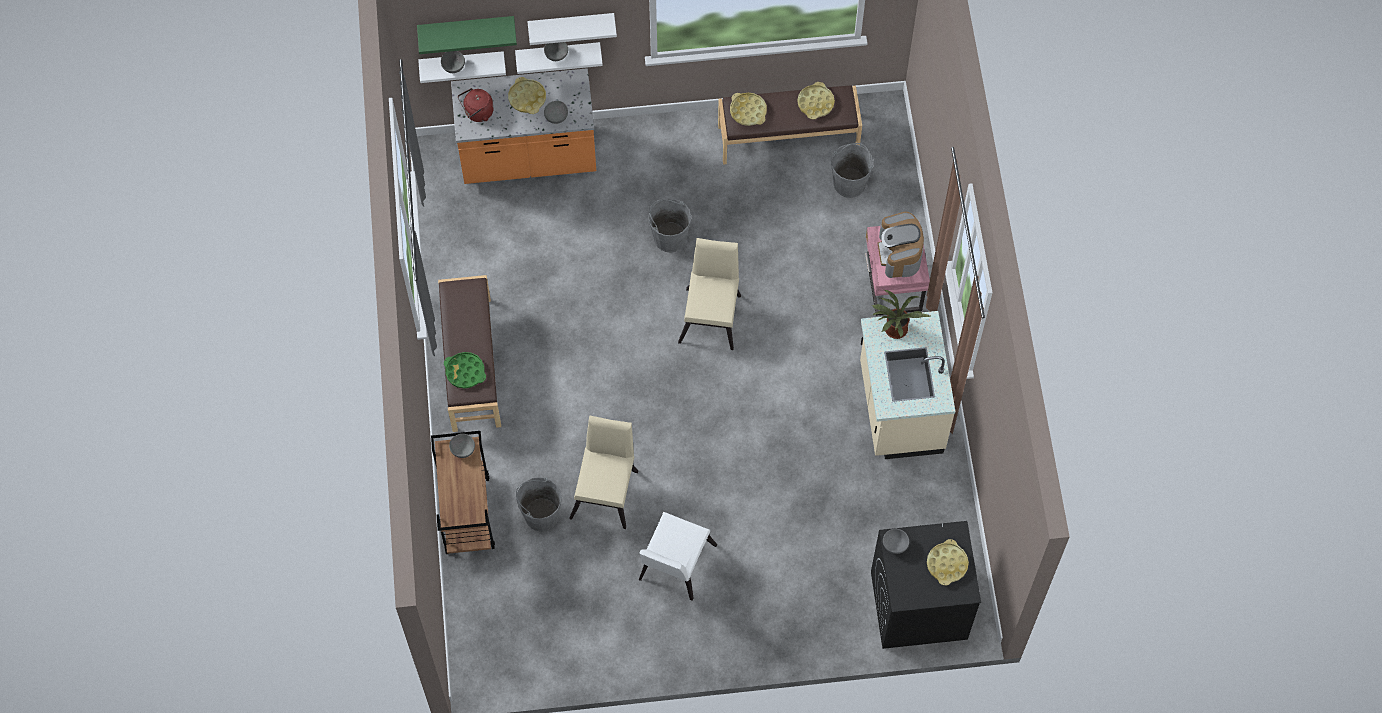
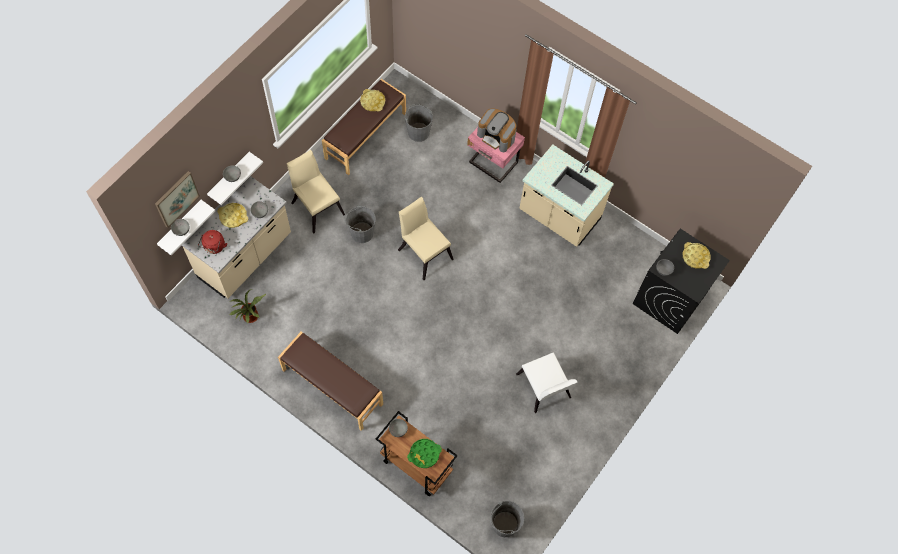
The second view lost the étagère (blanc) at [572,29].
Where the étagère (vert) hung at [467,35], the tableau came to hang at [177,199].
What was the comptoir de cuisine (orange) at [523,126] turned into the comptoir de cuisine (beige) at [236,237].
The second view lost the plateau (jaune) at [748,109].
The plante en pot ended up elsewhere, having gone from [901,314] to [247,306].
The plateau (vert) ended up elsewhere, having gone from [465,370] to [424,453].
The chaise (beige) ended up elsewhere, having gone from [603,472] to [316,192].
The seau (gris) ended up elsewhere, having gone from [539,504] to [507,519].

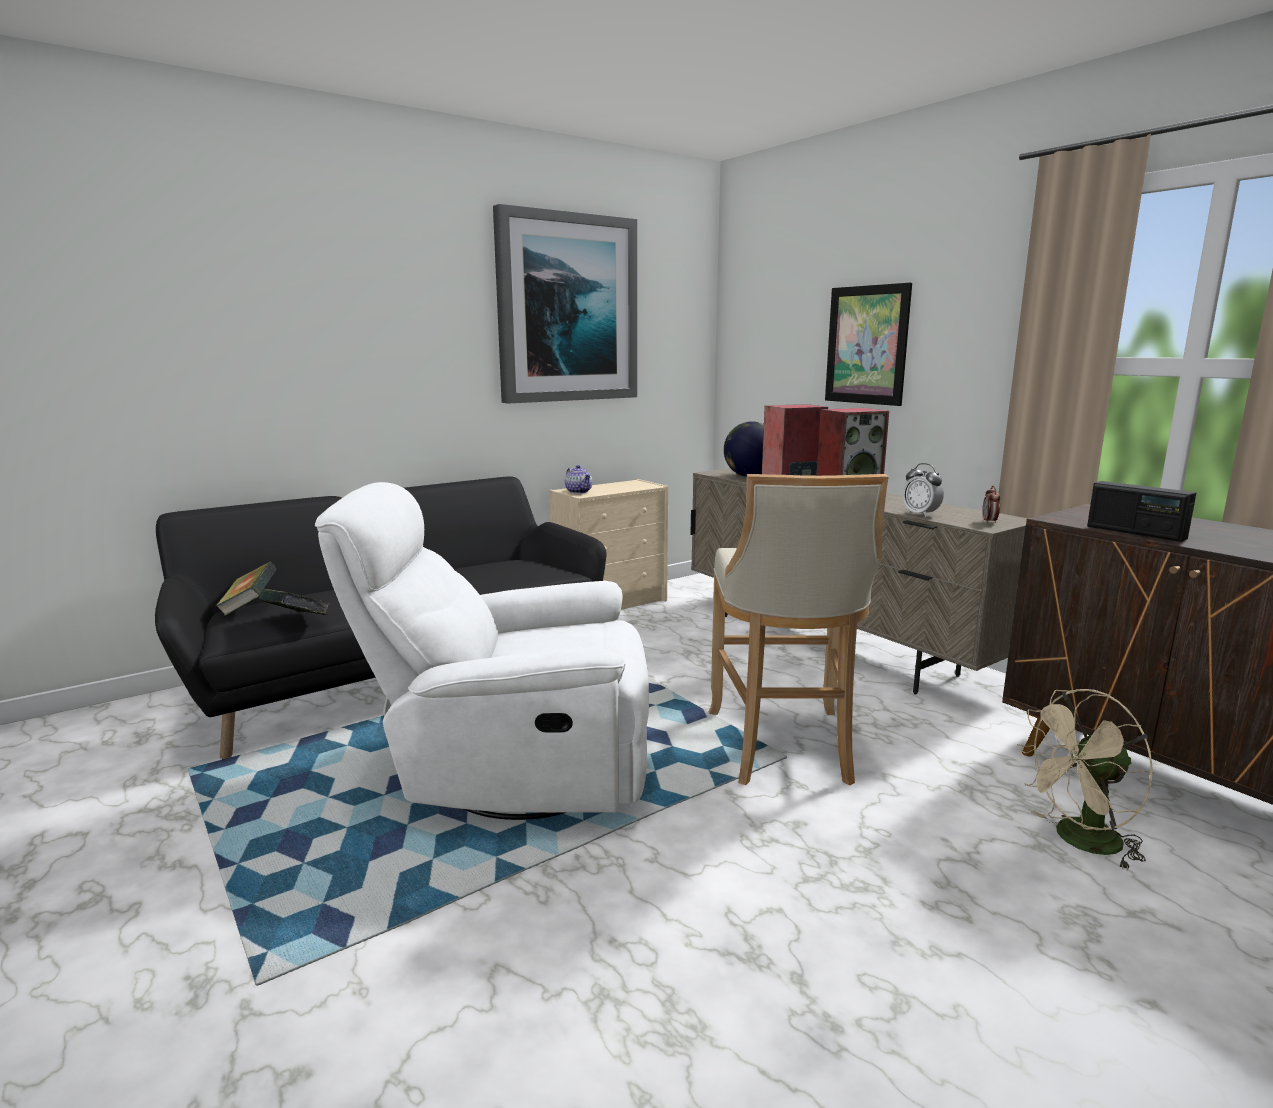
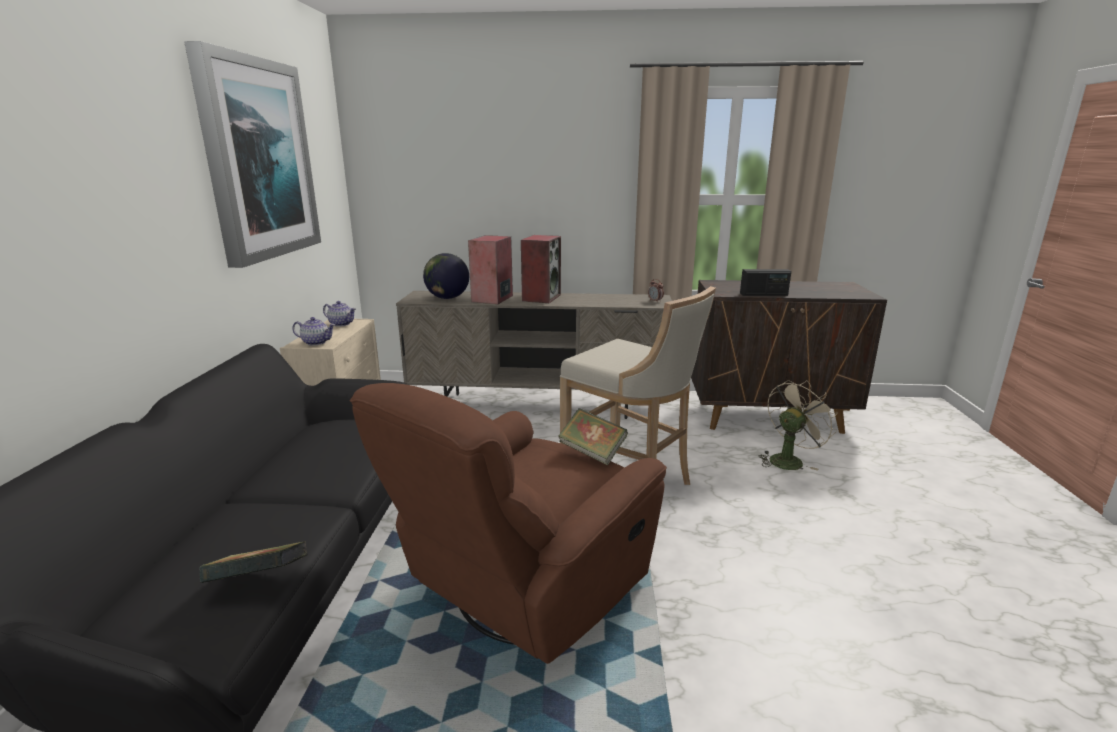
The second view lost the tableau at [868,344].
The second view lost the réveil at [923,490].
What was the fauteuil (blanc) at [482,651] turned into the fauteuil (marron) at [508,523].
The livre ended up elsewhere, having gone from [246,589] to [593,436].
The ventilateur (beige) at [1085,780] ended up facing another way, 150 degrees counterclockwise from before.
The second view gained the théière at [339,313].

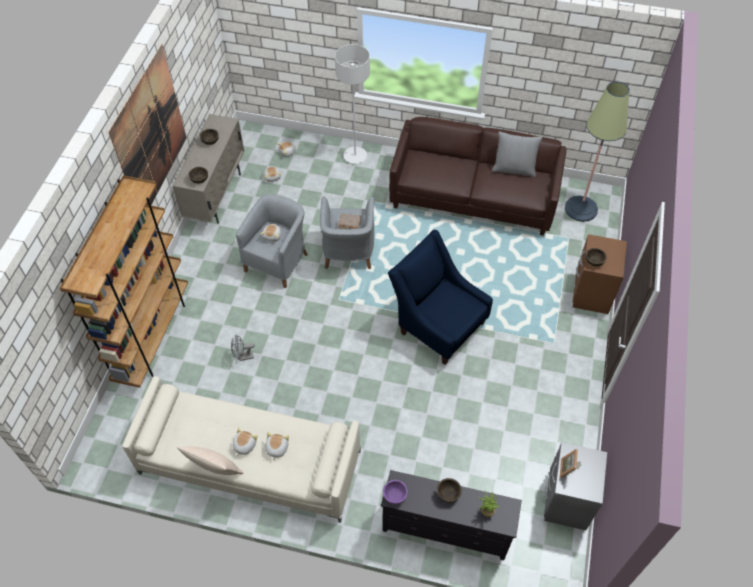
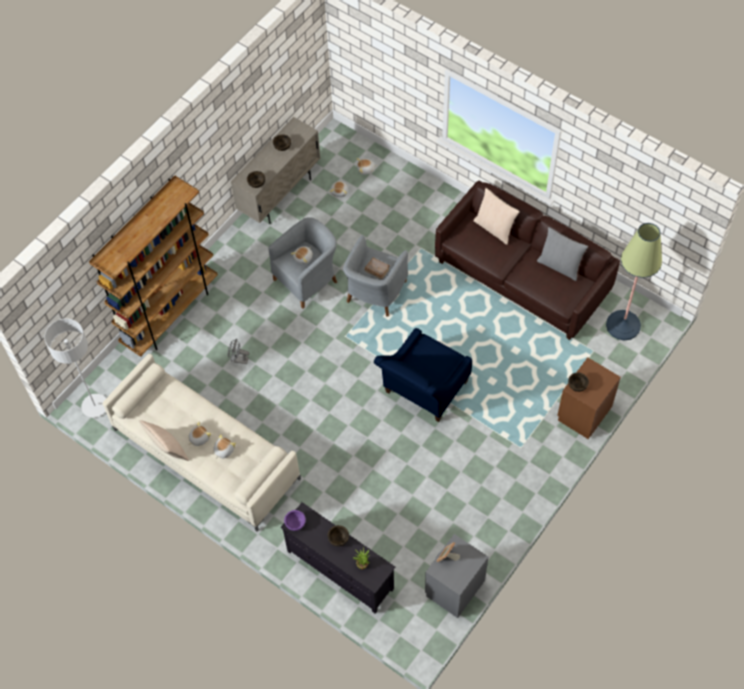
The second view lost the tableau at [147,124].
The lampadaire (gris) ended up elsewhere, having gone from [352,104] to [75,368].
The fauteuil (bleu) at [440,297] ended up facing another way, 120 degrees counterclockwise from before.
The second view gained the coussin (beige) at [497,216].

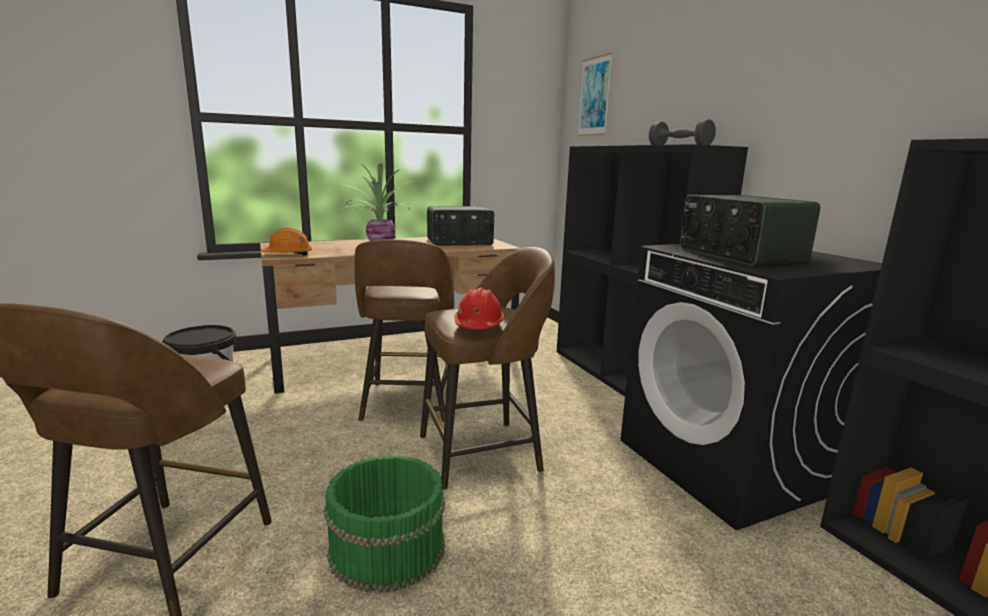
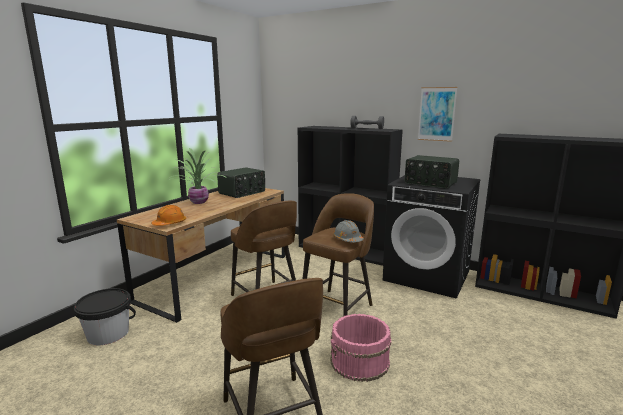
The tableau ended up elsewhere, having gone from [595,94] to [437,114].
What was the casque de chantier (rouge) at [479,308] turned into the casque de chantier (gris) at [348,231].
What was the seau (vert) at [384,524] turned into the seau (rose) at [360,348].

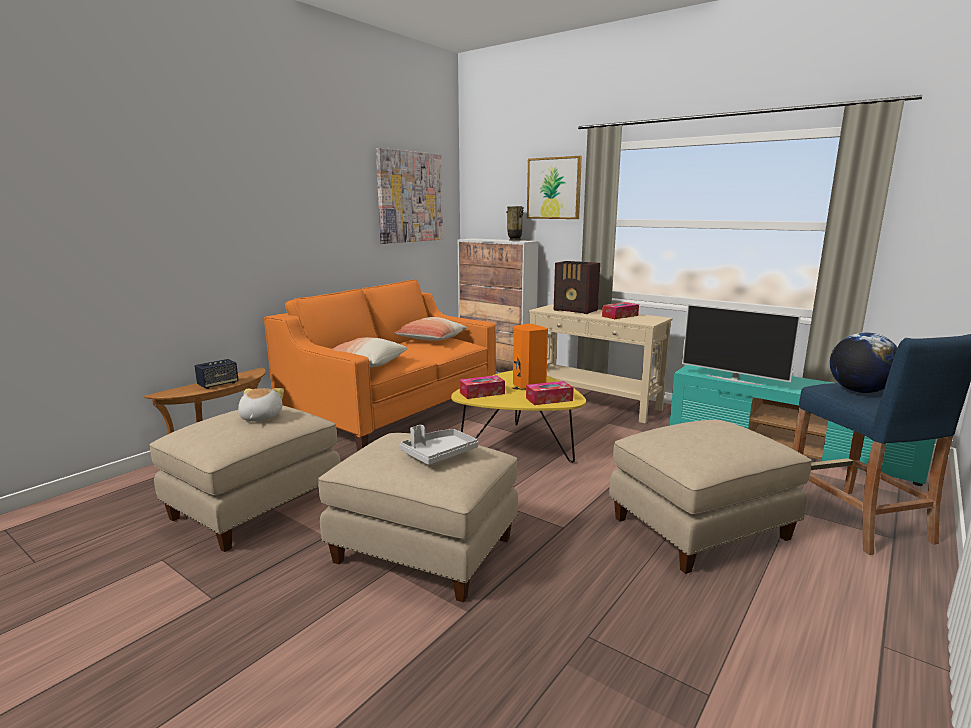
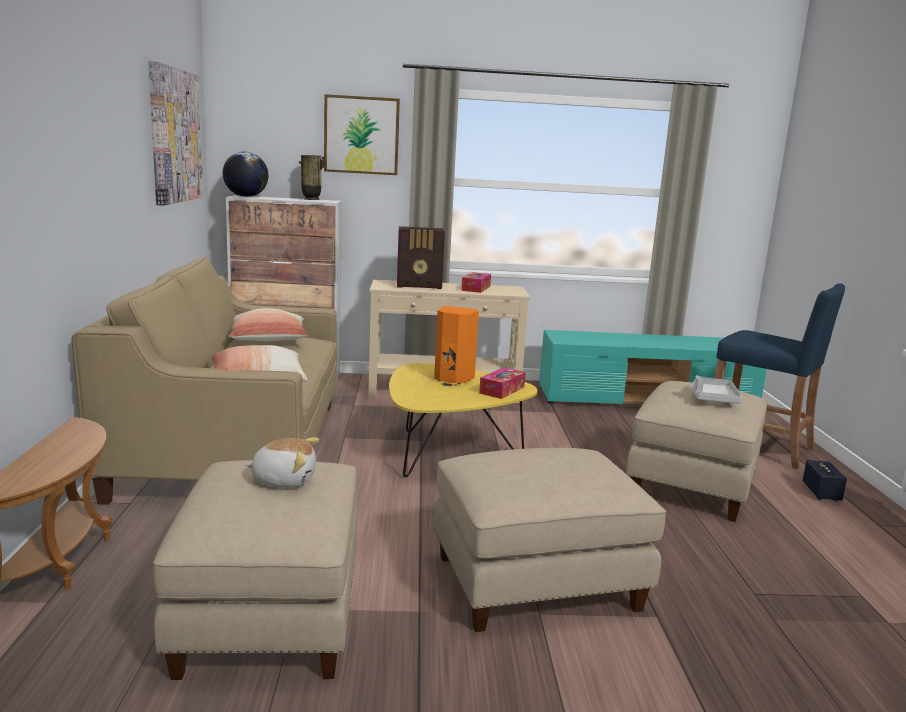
What was the canapé (orange) at [380,365] turned into the canapé (beige) at [204,381].
The second view lost the téléviseur at [741,344].
The globe ended up elsewhere, having gone from [864,362] to [245,174].
The enceinte ended up elsewhere, having gone from [216,374] to [824,480].
The second view lost the boîte à mouchoirs at [482,387].
The peluche at [261,404] ended up facing another way, 135 degrees clockwise from before.
The plateau (gris) ended up elsewhere, having gone from [439,445] to [717,389].

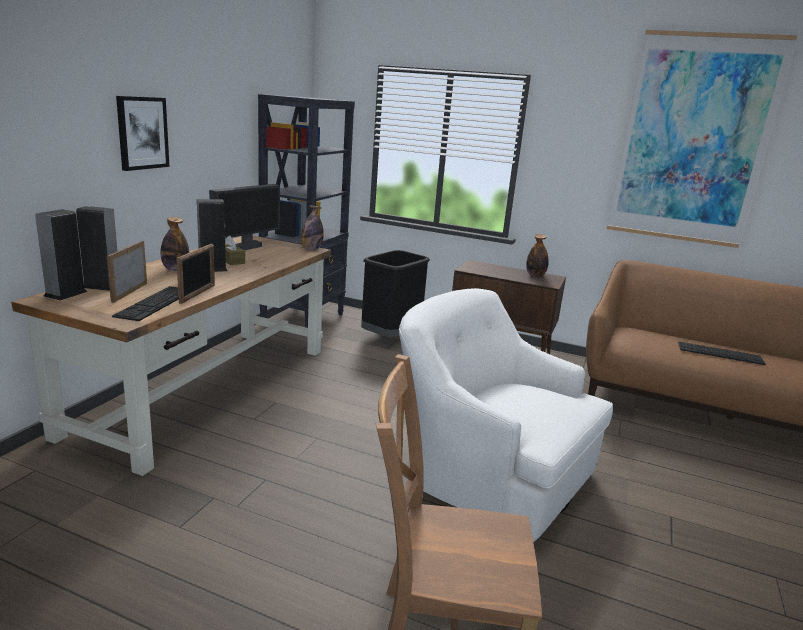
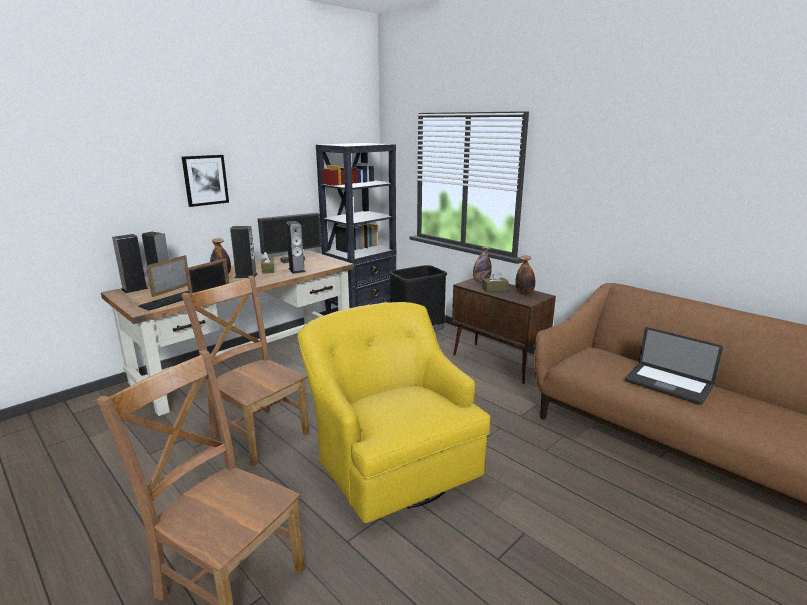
The second view lost the tableau at [702,139].
The bouteille ended up elsewhere, having gone from [312,227] to [482,264].
What was the fauteuil (blanc) at [506,415] turned into the fauteuil (jaune) at [393,412].
Where the clavier stood at [722,353], the ordinateur portable came to stand at [674,366].
The second view gained the enceinte at [295,247].
The second view gained the boîte à mouchoirs (marron) at [495,281].
The second view gained the chaise (marron) at [245,371].

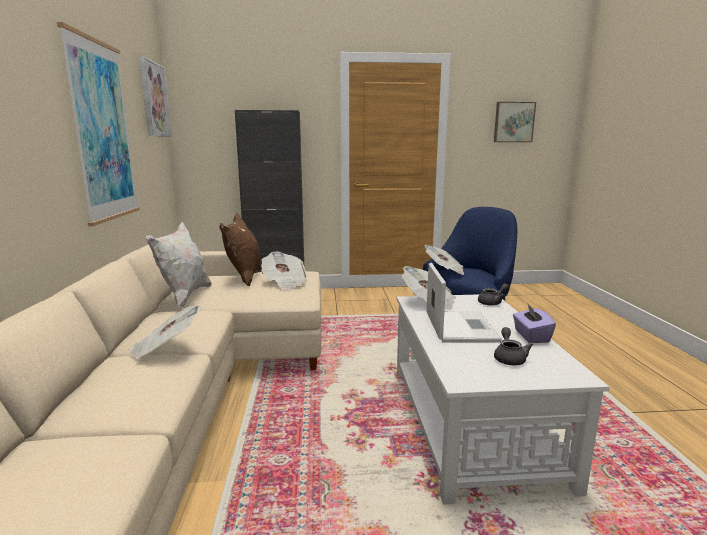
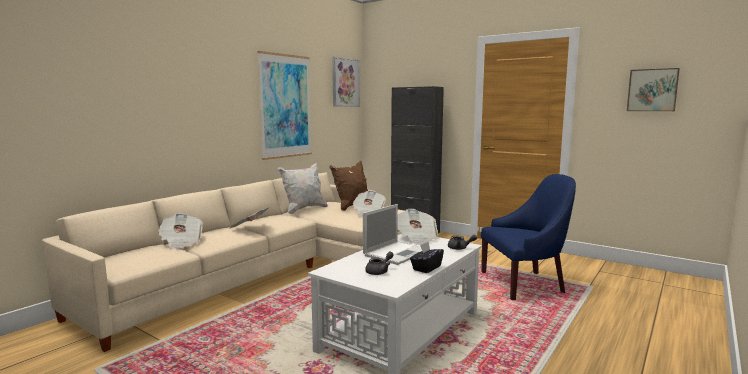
The journal ended up elsewhere, having gone from [444,260] to [180,231].
What was the boîte à mouchoirs (violet) at [534,323] turned into the boîte à mouchoirs (noir) at [427,257].

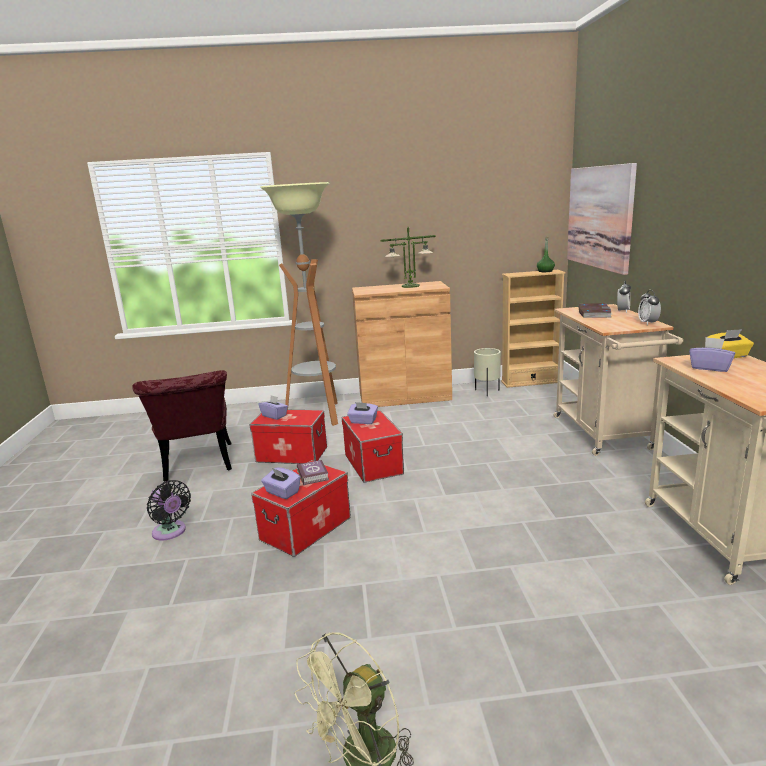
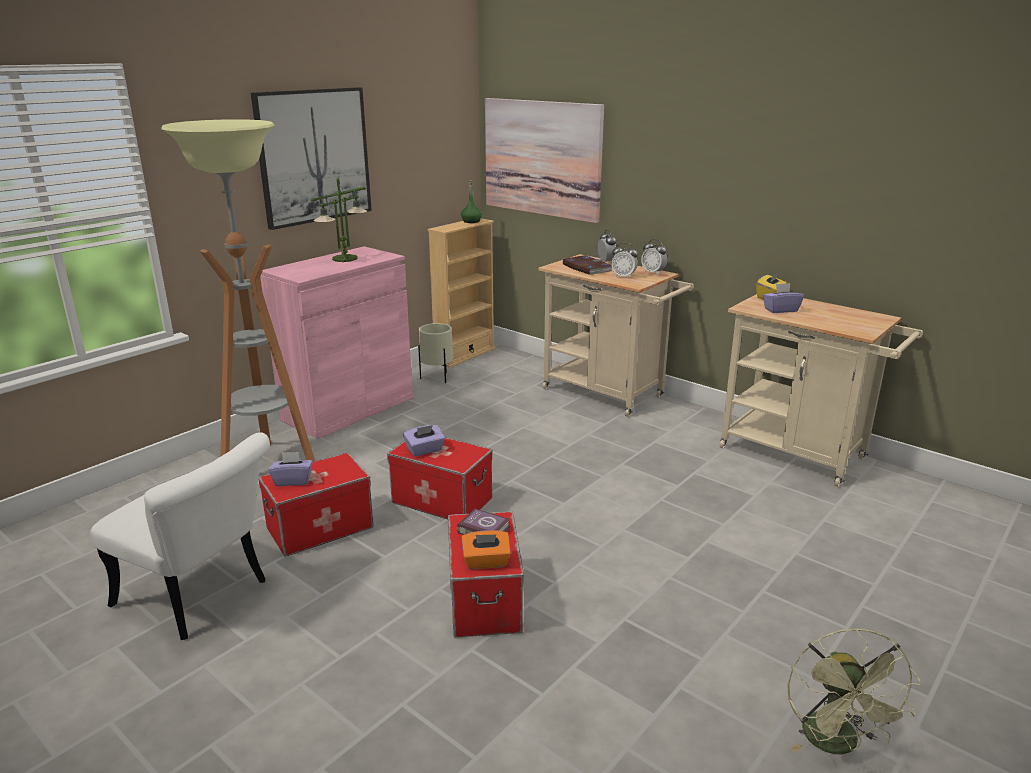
What was the meuble de rangement (marron) at [402,344] turned into the meuble de rangement (rose) at [336,342].
What was the chaise (rouge) at [182,426] turned into the chaise (blanc) at [180,536].
What was the boîte à mouchoirs (violet) at [280,483] turned into the boîte à mouchoirs (orange) at [486,549].
The second view lost the ventilateur (noir) at [169,510].
The second view gained the tableau at [311,158].
The second view gained the réveil at [624,261].

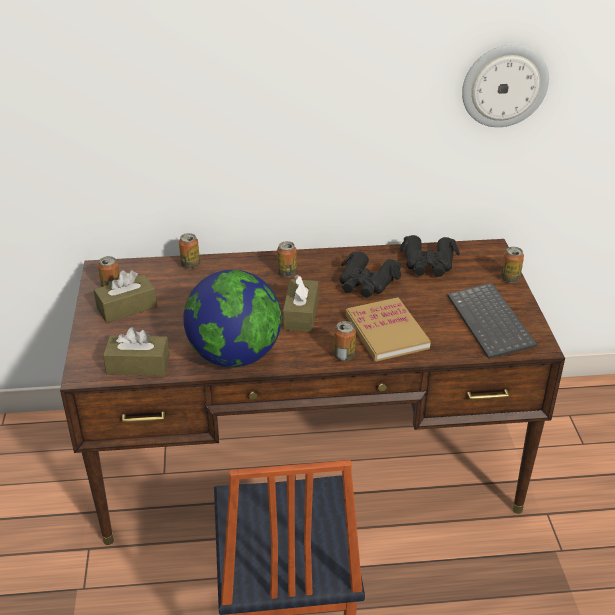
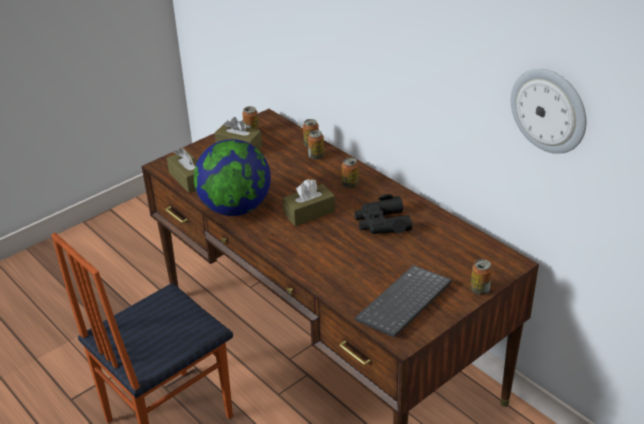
The second view lost the jumelles (noir) at [429,256].
The second view lost the livre at [388,329].
The boîte métallique ended up elsewhere, having gone from [344,341] to [316,145].

